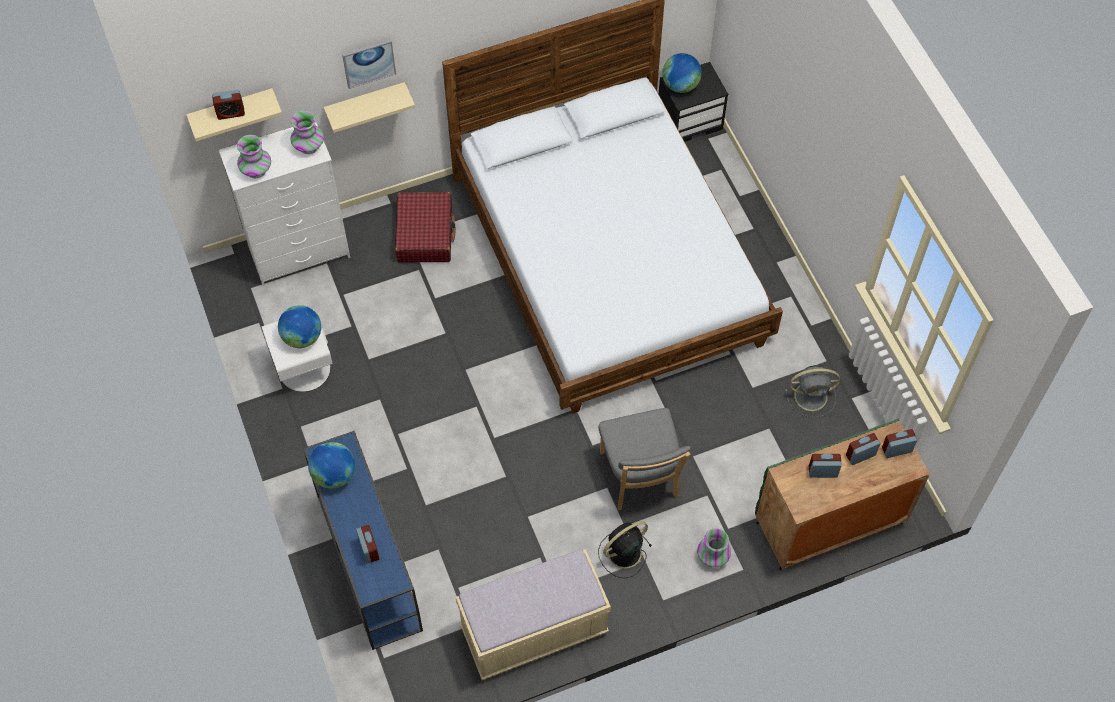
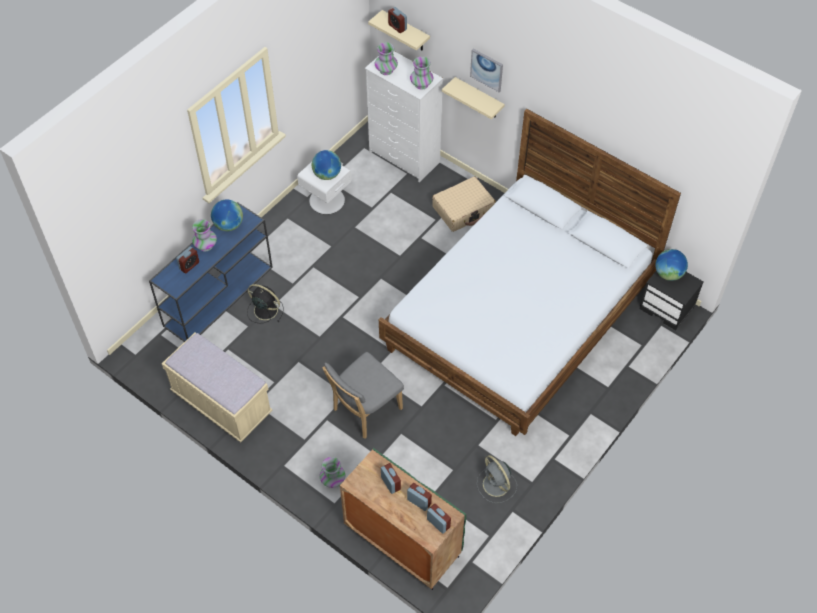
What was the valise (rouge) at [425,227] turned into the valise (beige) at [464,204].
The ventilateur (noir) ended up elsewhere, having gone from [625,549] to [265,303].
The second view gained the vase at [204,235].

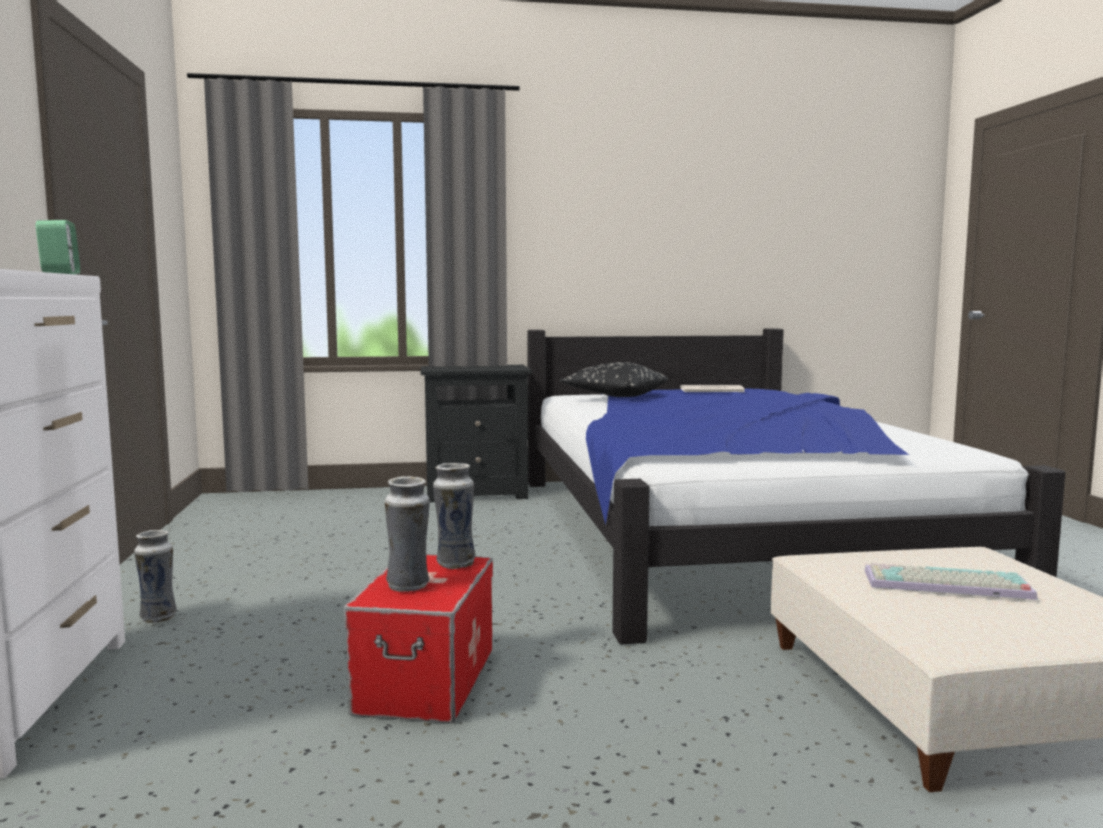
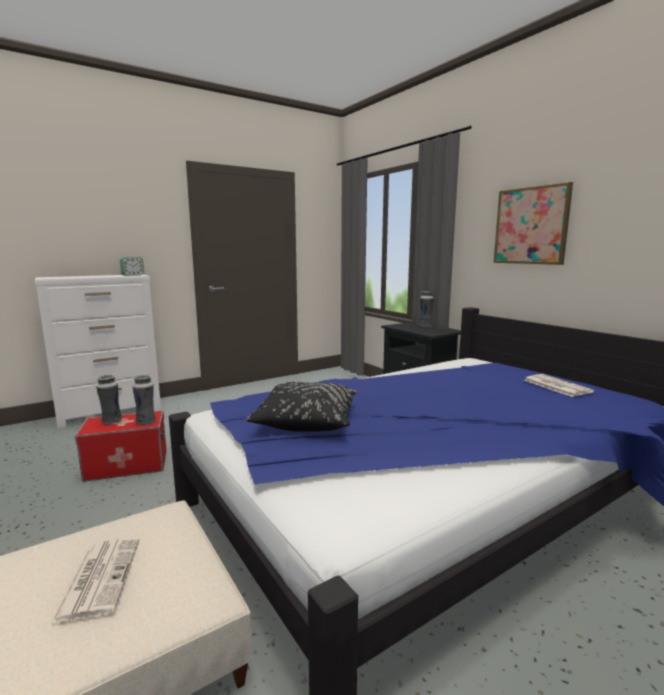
The coussin (noir) ended up elsewhere, having gone from [614,379] to [301,407].
The vase ended up elsewhere, having gone from [155,576] to [426,309].
Where the clavier stood at [951,581], the journal came to stand at [95,581].
The second view gained the tableau at [533,223].

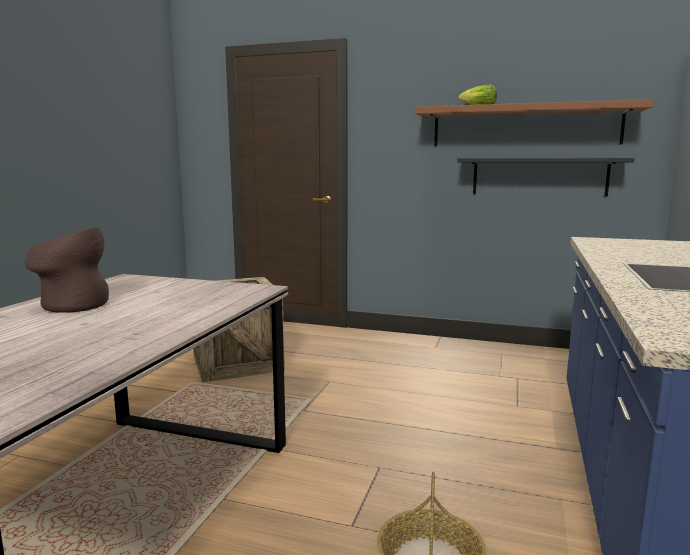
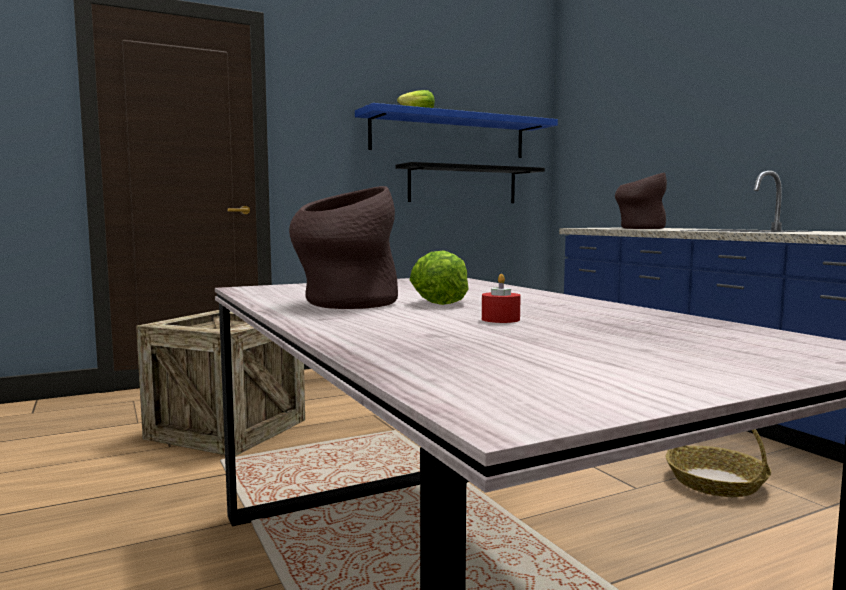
What was the étagère (marron) at [534,122] turned into the étagère (bleu) at [456,130].
The second view gained the vase (marron) at [641,200].
The second view gained the laitue at [439,277].
The second view gained the bougie (rouge) at [501,298].

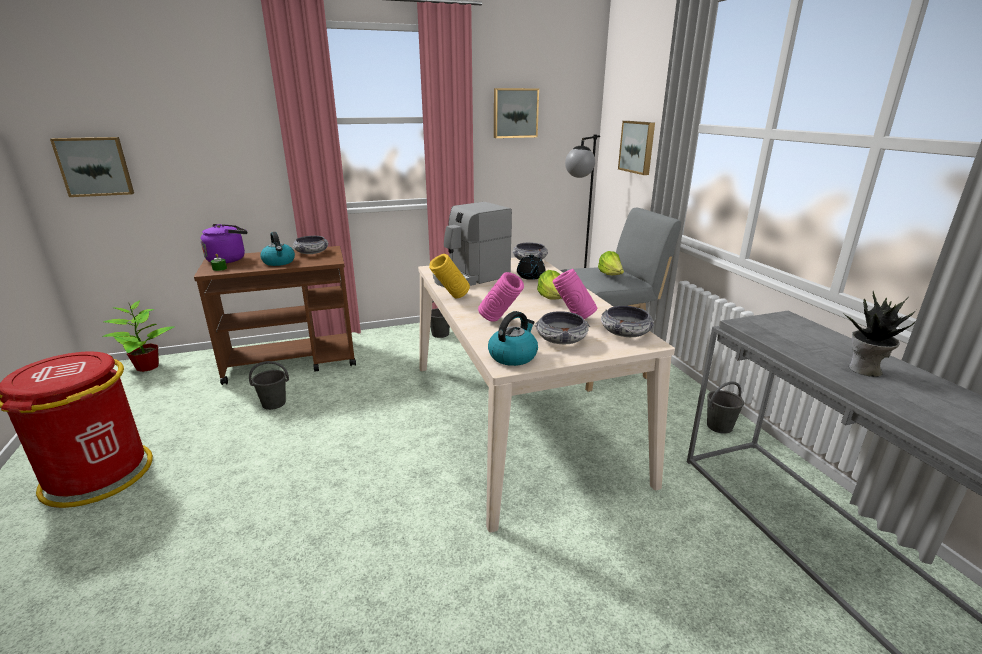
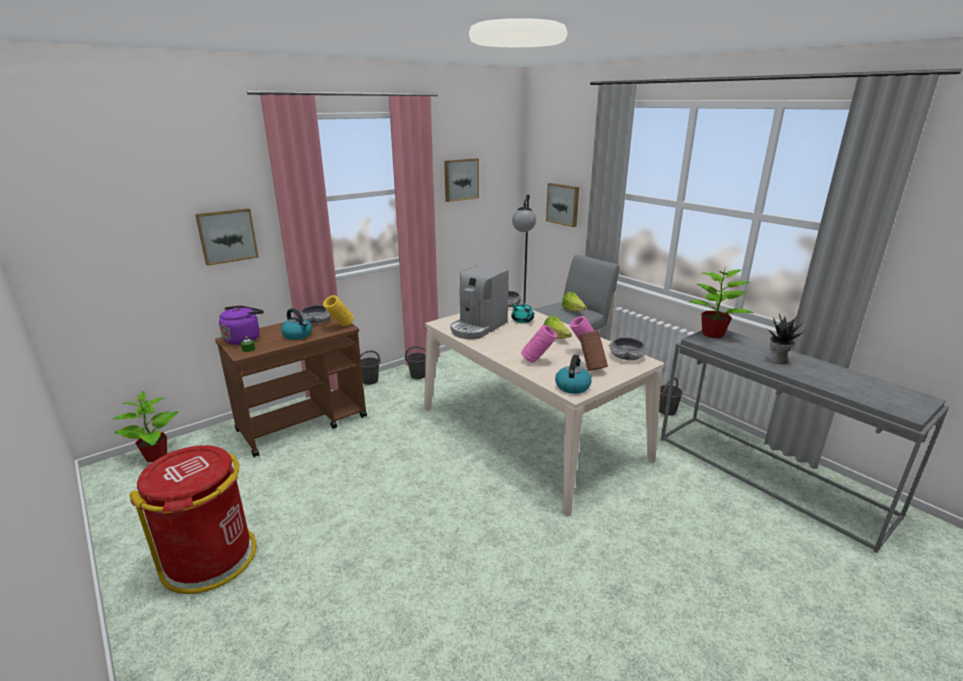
The tableau ended up elsewhere, having gone from [92,167] to [227,237].
The vase (jaune) ended up elsewhere, having gone from [449,276] to [338,310].
What was the théière (noir) at [531,267] turned into the théière (turquoise) at [523,313].
Where the bol stood at [562,327], the vase (marron) came to stand at [593,351].
The seau (gris) ended up elsewhere, having gone from [269,385] to [370,367].
The second view gained the plante en pot at [721,301].

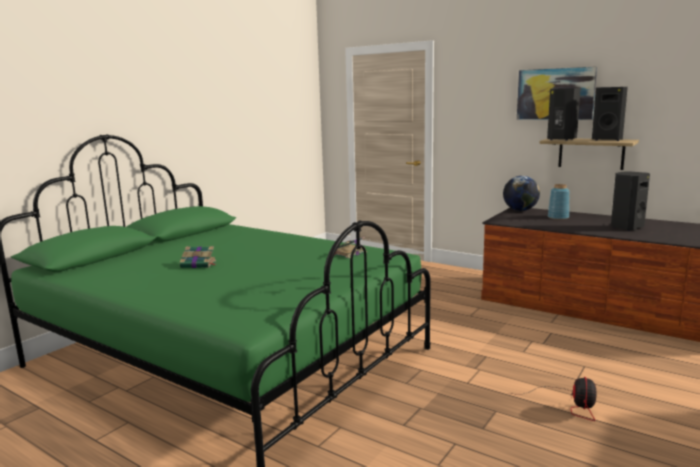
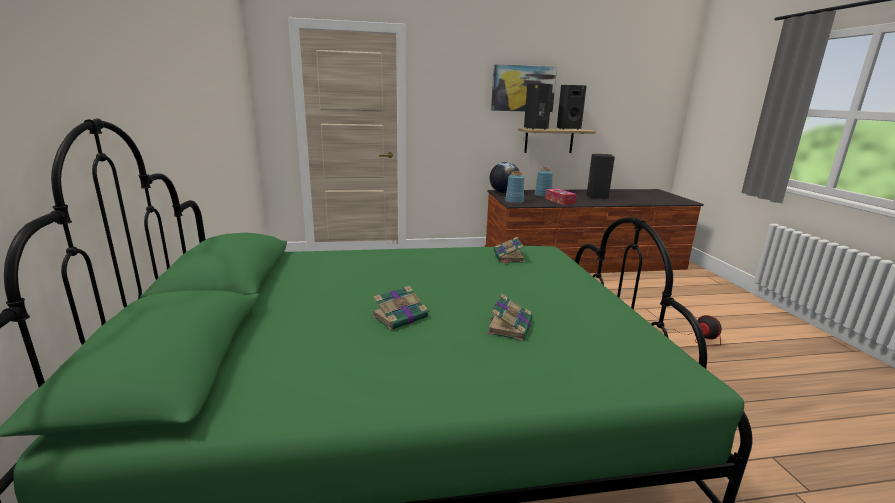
The second view gained the vase (bleu) at [514,187].
The second view gained the boîte à mouchoirs at [561,196].
The second view gained the livre at [509,317].

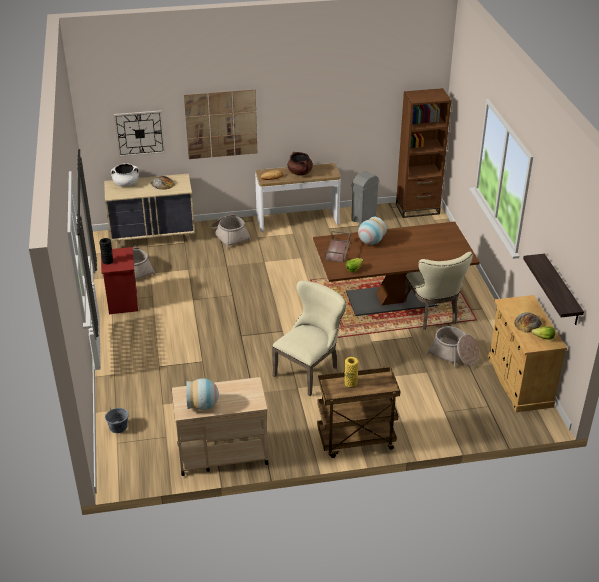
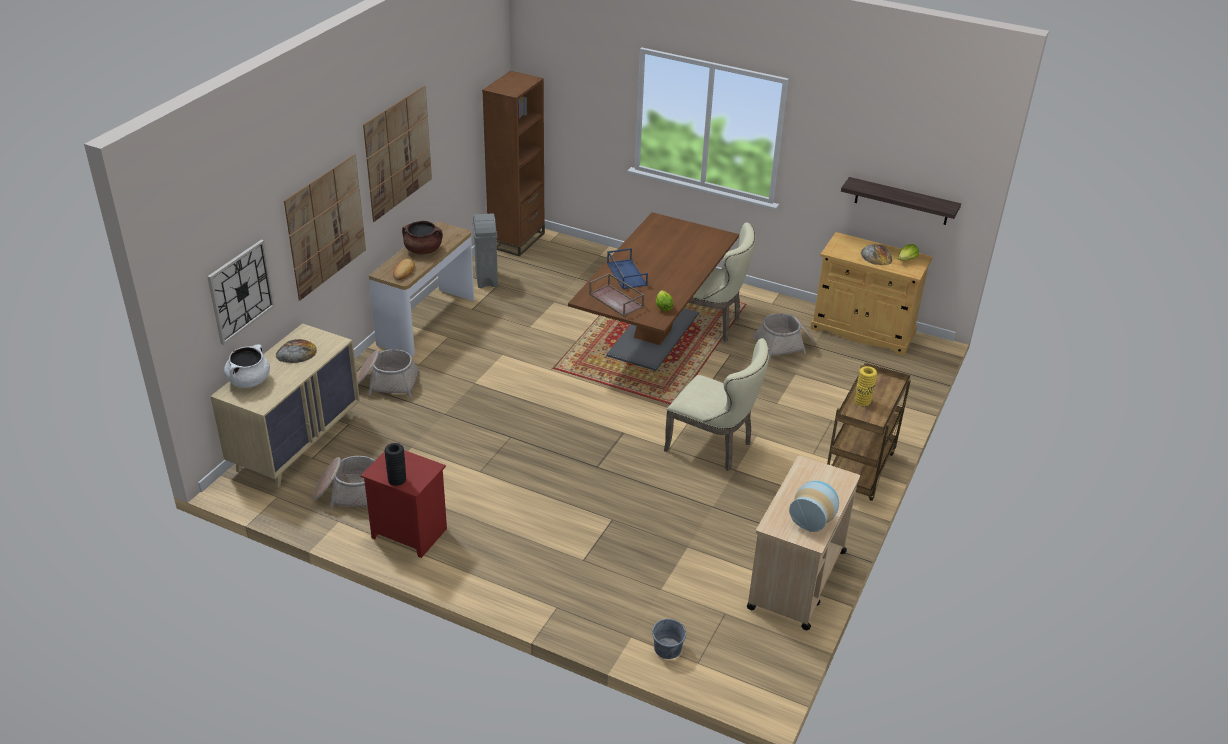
Where the vase stood at [372,231], the plateau (bleu) came to stand at [627,268].
The chaise (beige) at [309,338] ended up facing another way, 135 degrees clockwise from before.
The second view gained the tableau at [397,154].

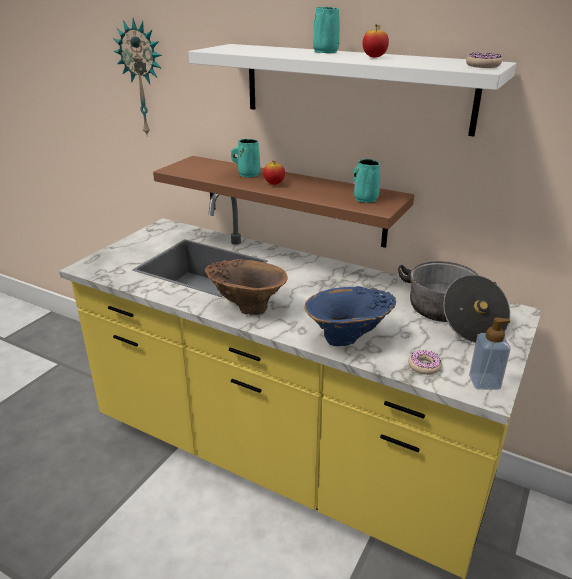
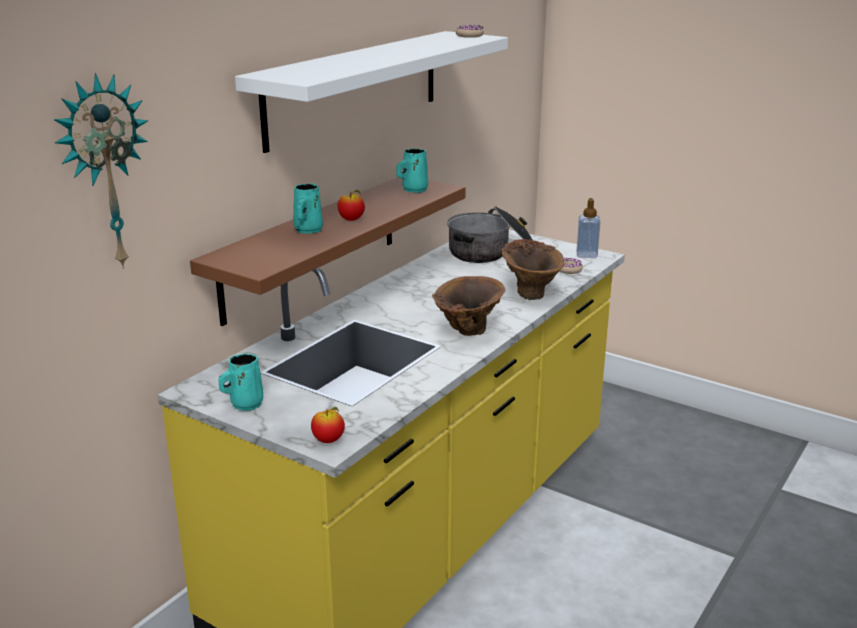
The mug (turquoise) ended up elsewhere, having gone from [326,30] to [240,382].
The pomme ended up elsewhere, having gone from [375,41] to [328,425].
What was the vase (bleu) at [350,316] turned into the vase (marron) at [533,269].

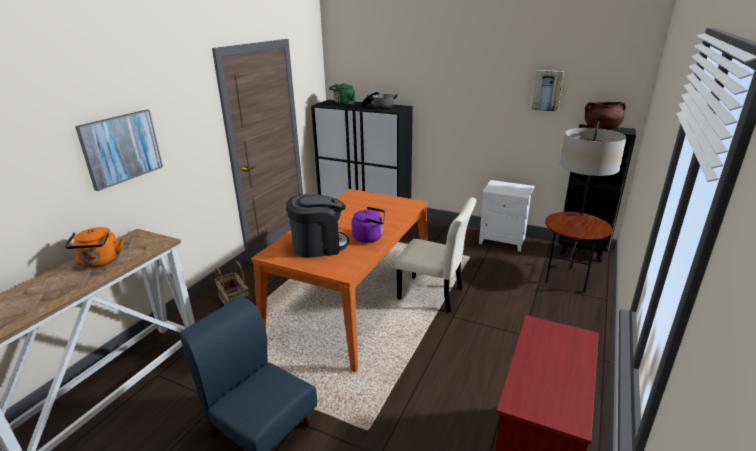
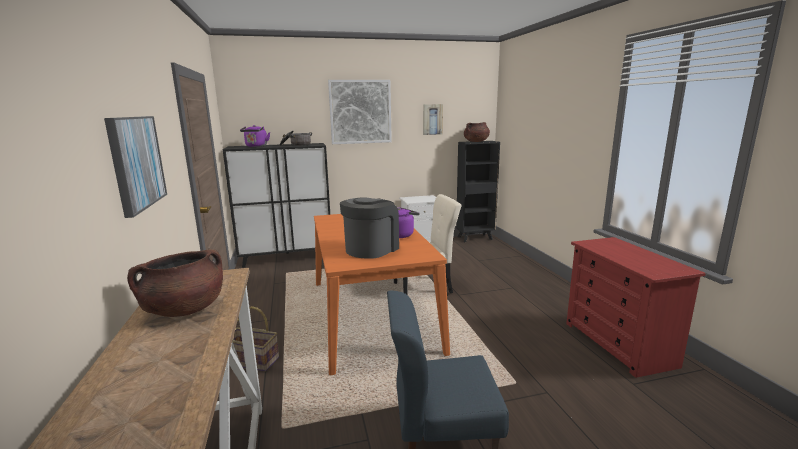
What was the bouilloire (vert) at [342,94] turned into the bouilloire (violet) at [255,136].
The second view lost the lampadaire at [585,207].
Where the bouilloire (orange) stood at [94,247], the marmite (marron) came to stand at [175,283].
The second view gained the tableau at [360,112].

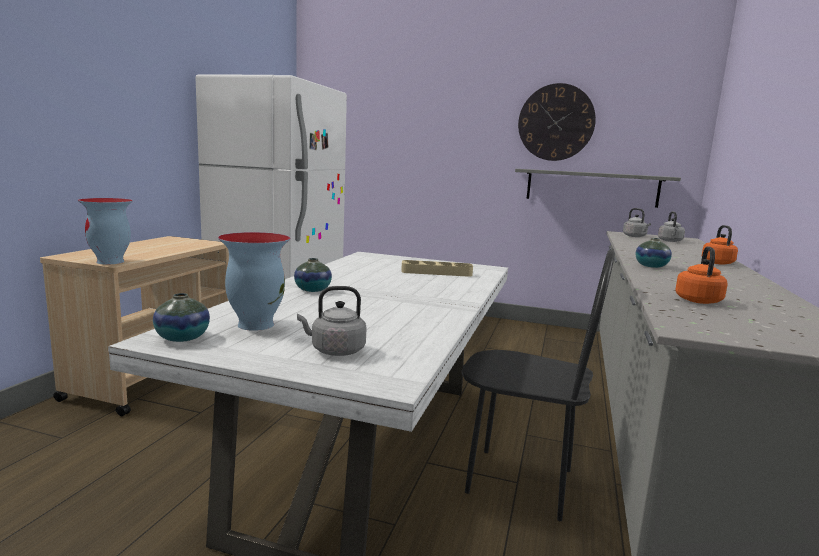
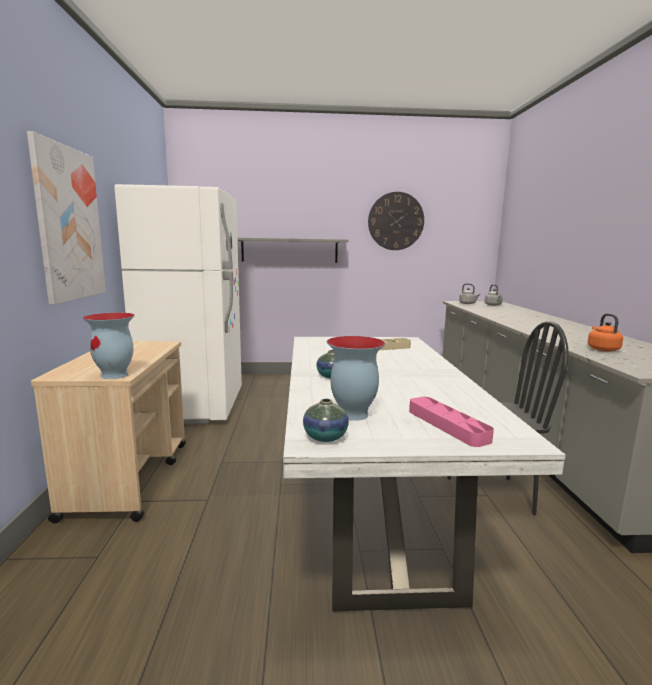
The étagère (gris) ended up elsewhere, having gone from [598,188] to [292,250].
The second view lost the bouilloire (orange) at [720,245].
The second view lost the vase at [654,253].
Where the bouilloire (gris) stood at [332,321], the plateau (rose) came to stand at [451,422].
The second view gained the tableau at [66,218].

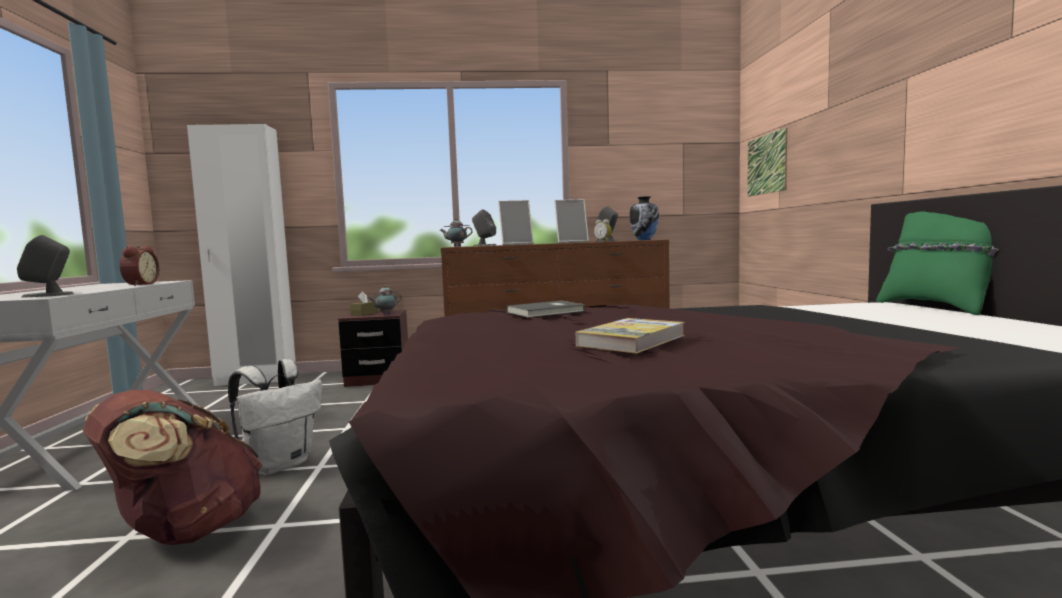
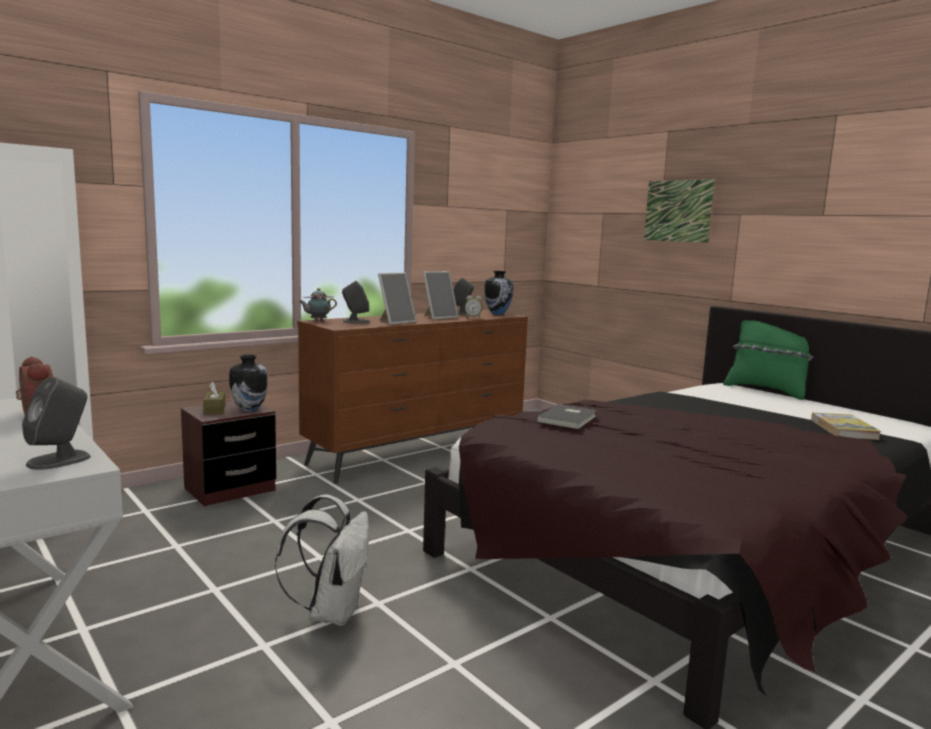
The tableau ended up elsewhere, having gone from [767,162] to [680,211].
Where the théière stood at [385,299], the vase came to stand at [248,383].
The livre ended up elsewhere, having gone from [630,335] to [846,426].
The second view lost the sac à dos (marron) at [173,467].

